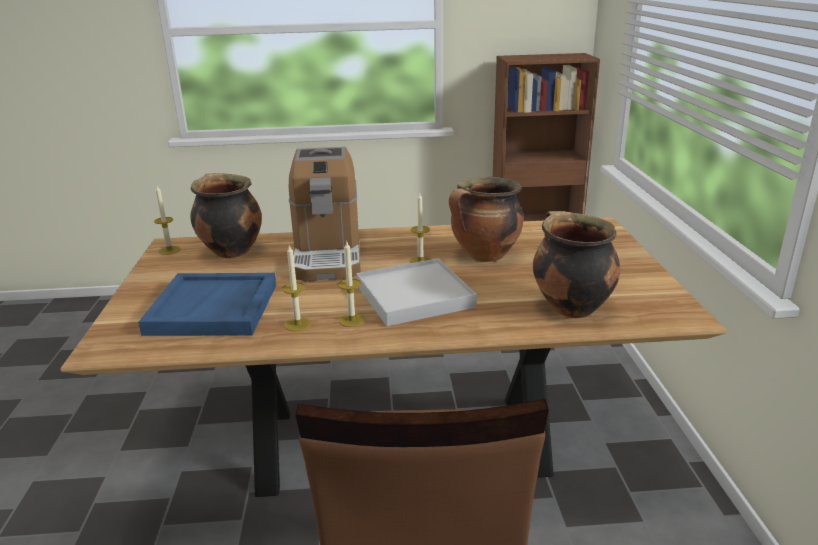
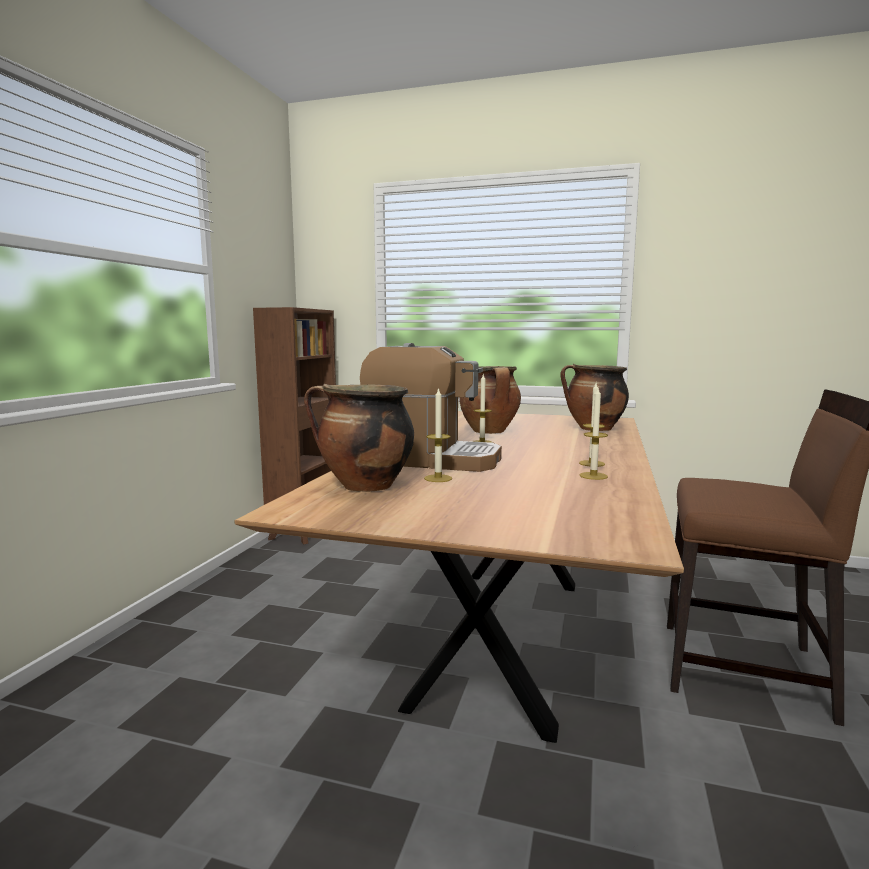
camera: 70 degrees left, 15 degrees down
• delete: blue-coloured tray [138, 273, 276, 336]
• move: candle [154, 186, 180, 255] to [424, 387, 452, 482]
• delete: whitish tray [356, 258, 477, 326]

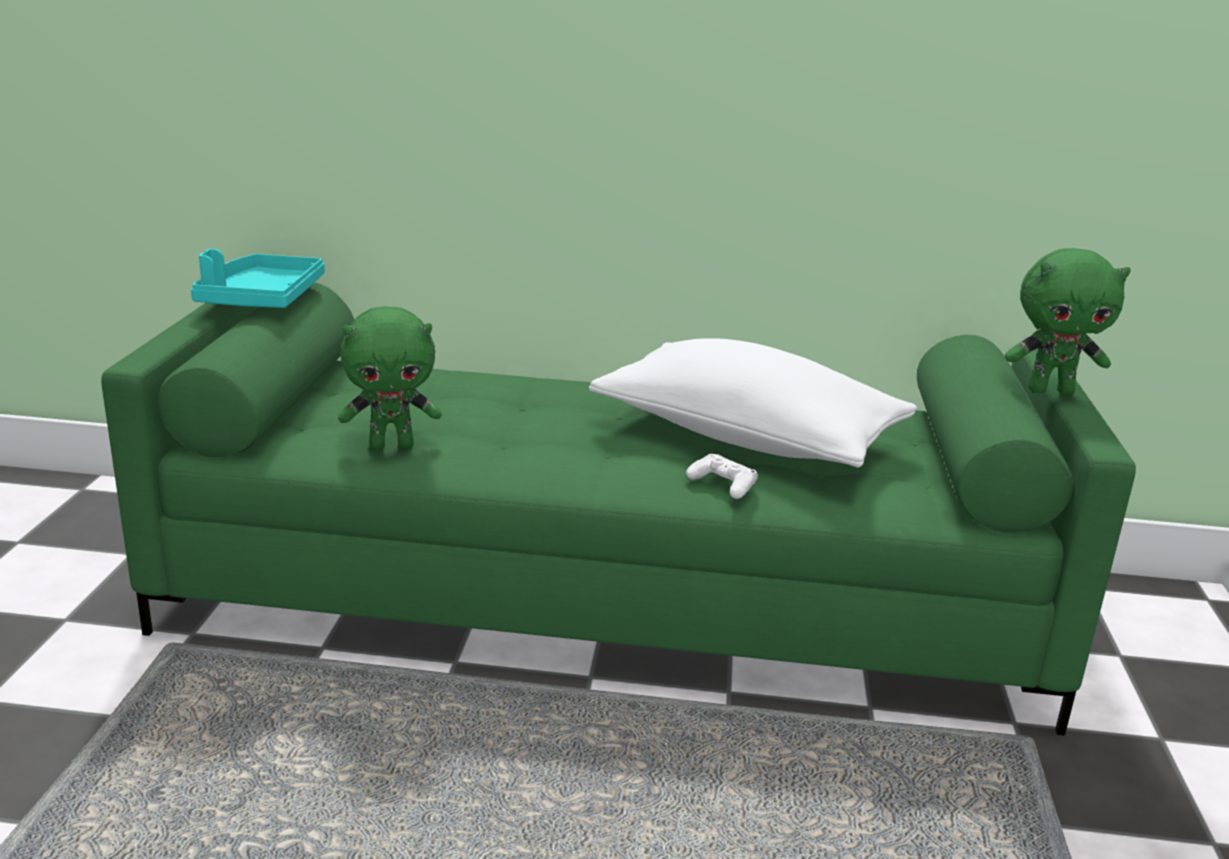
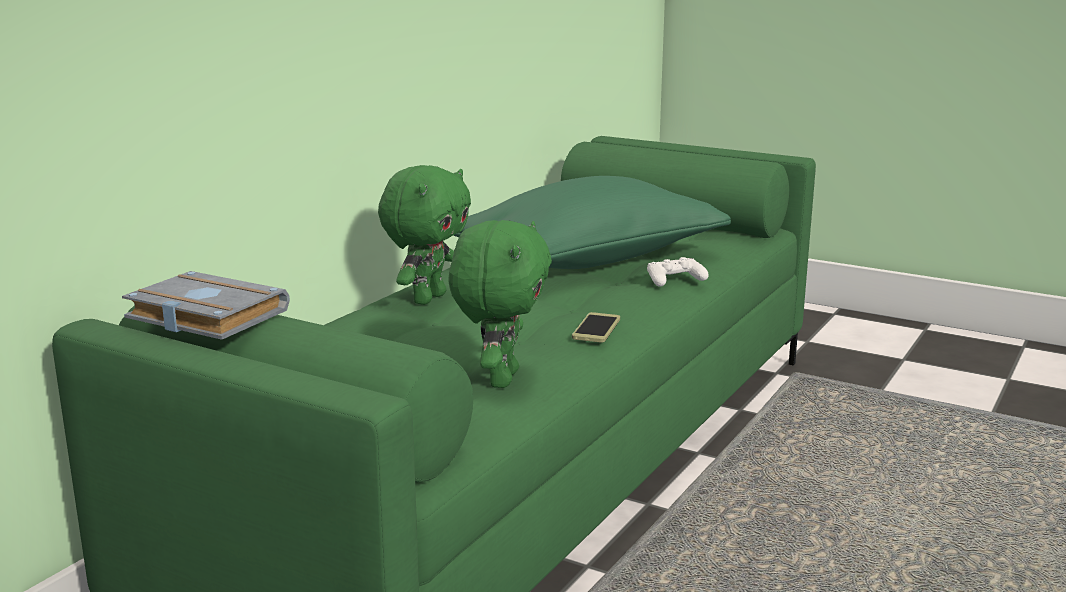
camera: 65 degrees left, 5 degrees down
• replace: turquoise tray [191, 249, 325, 308] to grey book [122, 271, 290, 340]
• recolor: whitish pillow [589, 338, 917, 468] to greenish pillow [454, 176, 731, 269]
• move: greenish soft toy [1005, 248, 1131, 395] to [378, 165, 471, 305]
• insert: phone [572, 312, 620, 343]

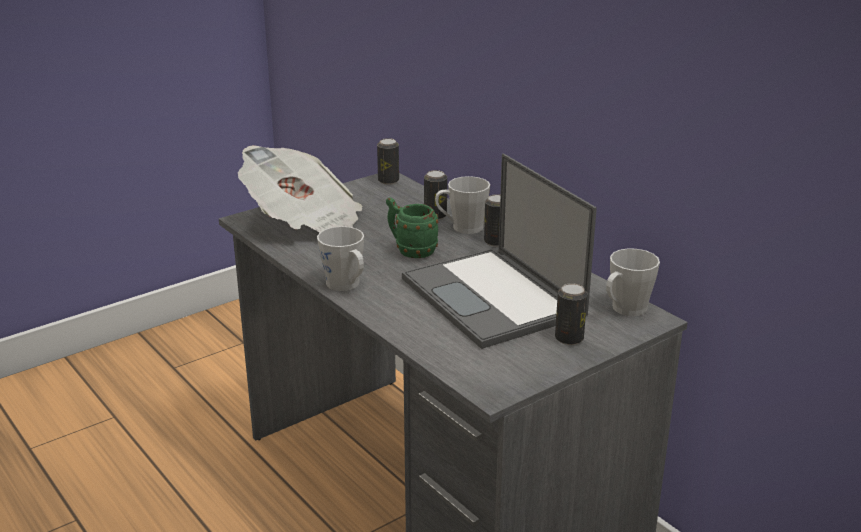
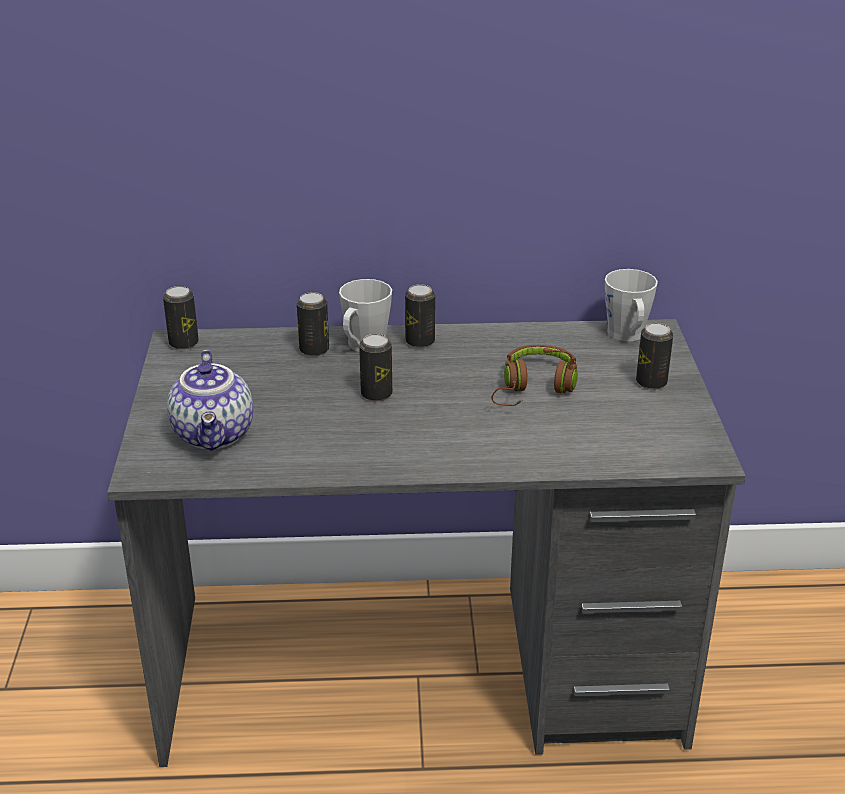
camera: 55 degrees left, 5 degrees up
• replace: newspaper [237, 145, 363, 233] to pot for tea [167, 350, 253, 450]
• delete: grey mug [317, 226, 364, 291]
• replace: greenish mug [386, 197, 438, 258] to can [359, 334, 392, 401]
• replace: portable computer [402, 153, 597, 349] to brownish headset [491, 345, 578, 406]

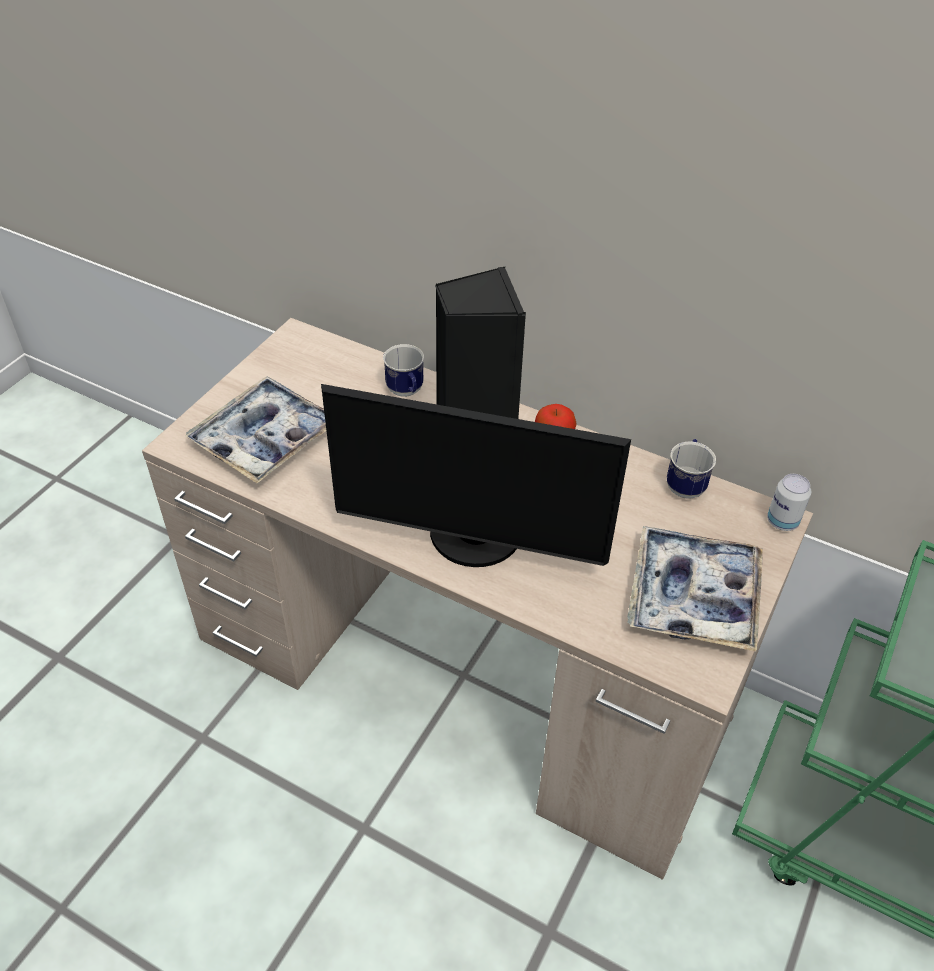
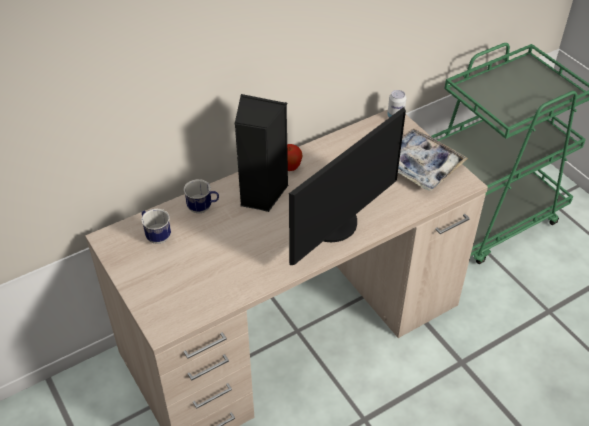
camera: 60 degrees left, 0 degrees up
• delete: tray [185, 376, 326, 483]
• move: mug [667, 439, 716, 499] to [141, 209, 171, 244]

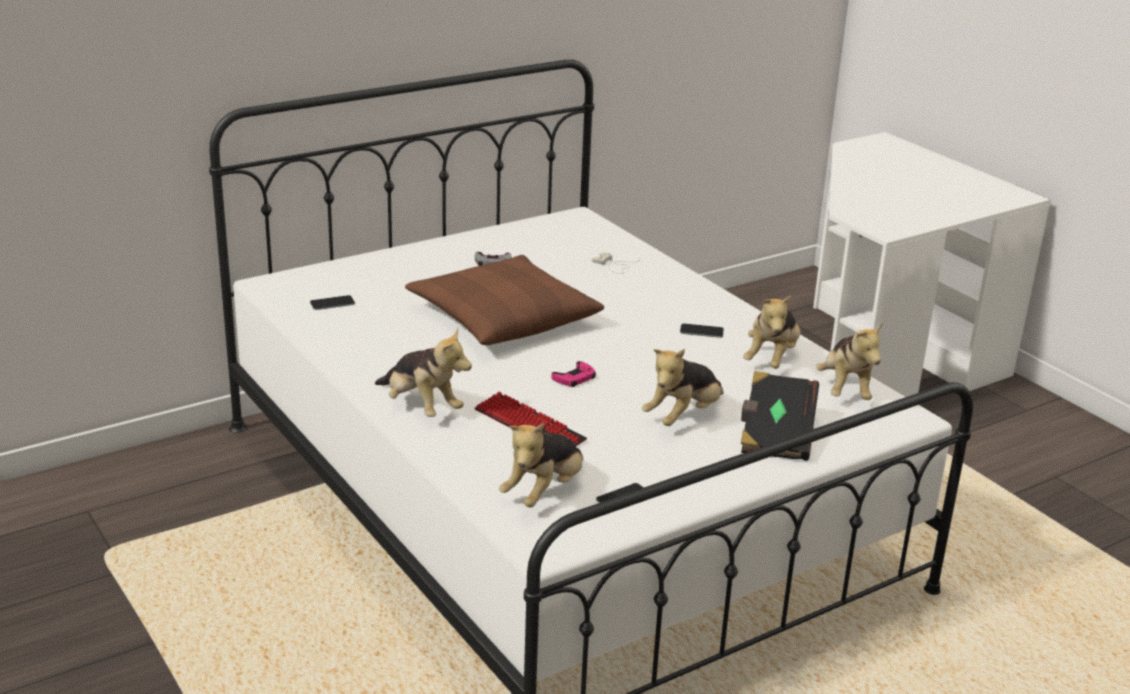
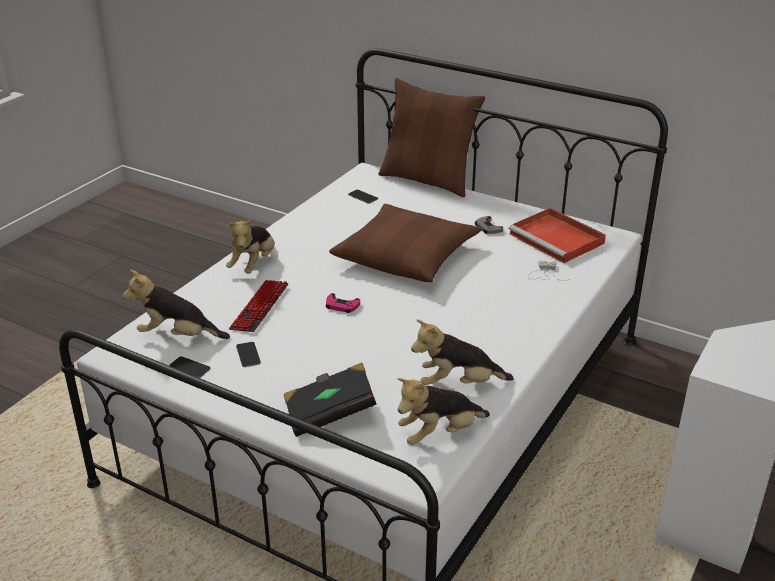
camera: 65 degrees right, 5 degrees up
• delete: soft toy [642, 349, 724, 426]
• move: phone [680, 323, 724, 338] to [236, 342, 261, 367]
• insert: brownish pillow [378, 78, 485, 197]
• insert: red tray [509, 208, 606, 263]

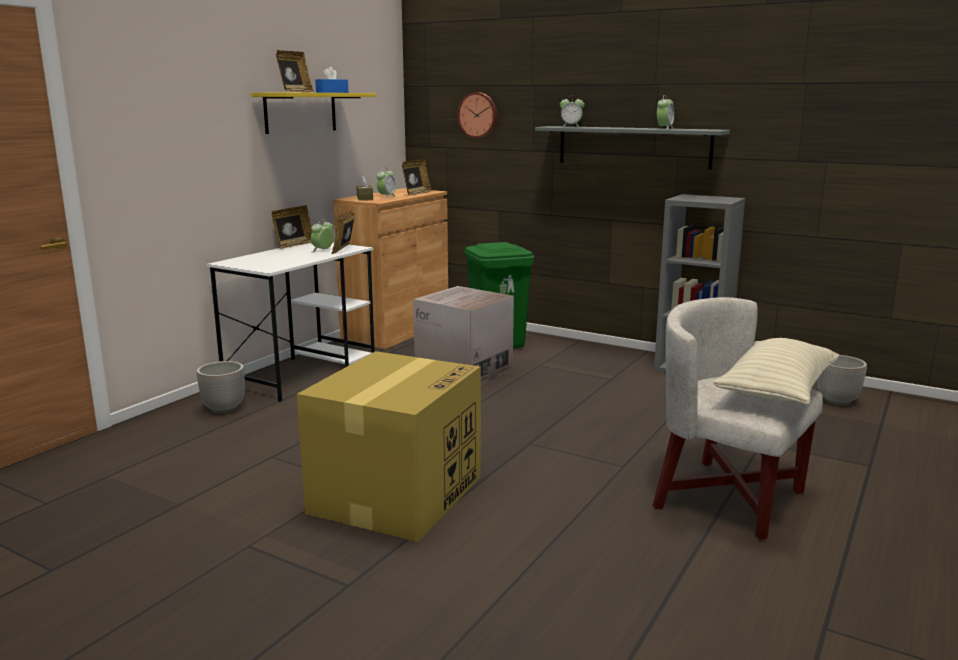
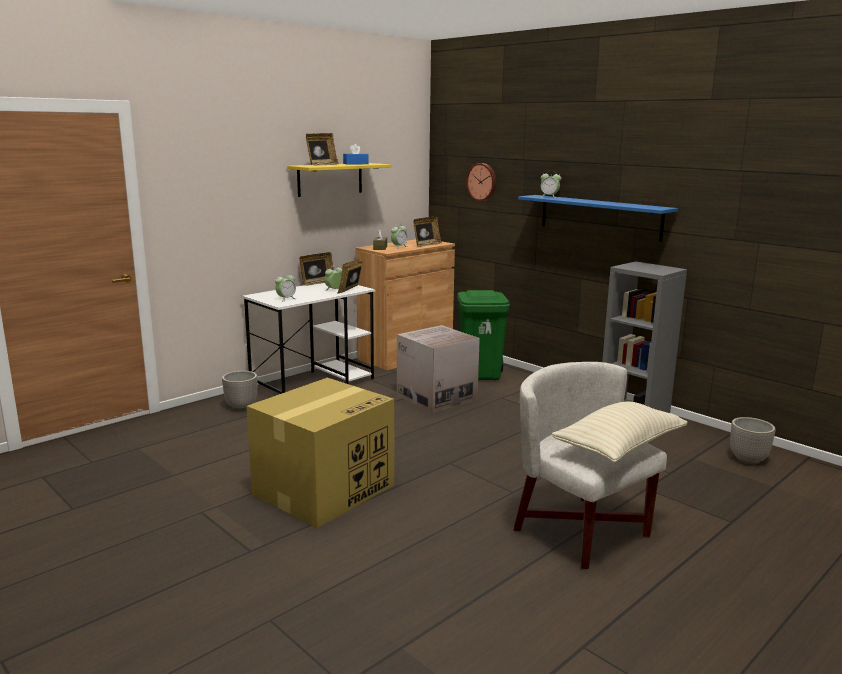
camera: 15 degrees right, 0 degrees up
• recolor: grey shelf [535, 126, 730, 170] to blue-coloured shelf [518, 195, 678, 242]
• move: alarm clock [657, 95, 674, 129] to [275, 272, 296, 302]

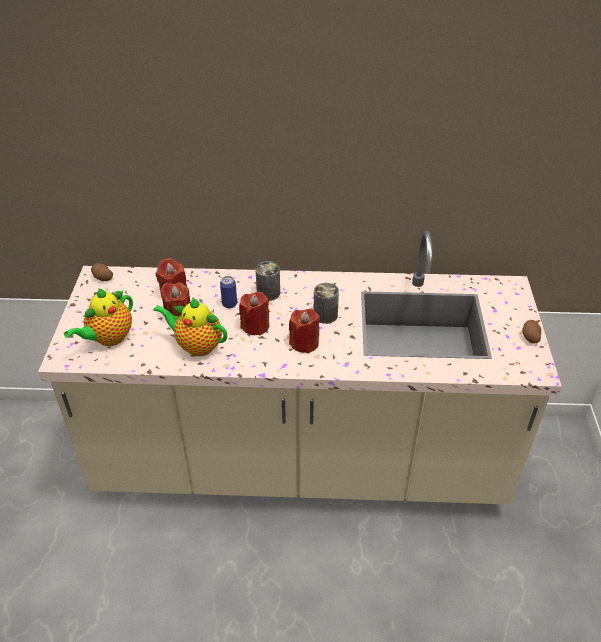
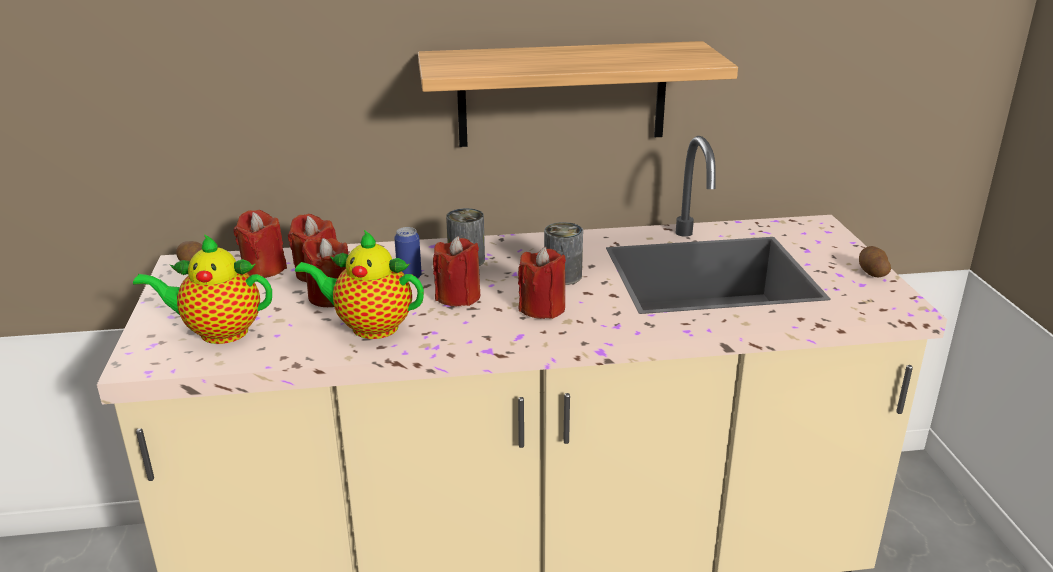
camera: 10 degrees left, 15 degrees down
• rotate: pot for tea [64, 289, 133, 346] = [133, 234, 272, 344] 60 degrees clockwise
• insert: red candle [233, 210, 287, 278]
• insert: shelf [418, 41, 738, 147]

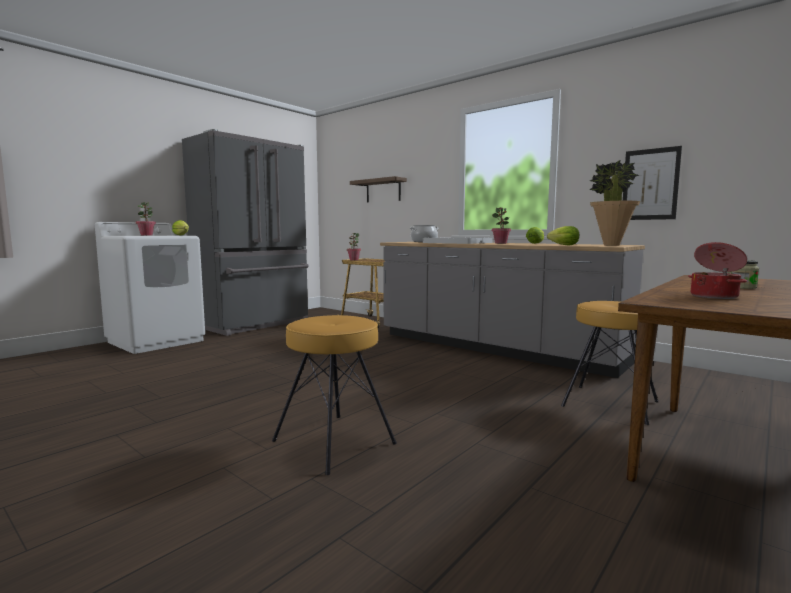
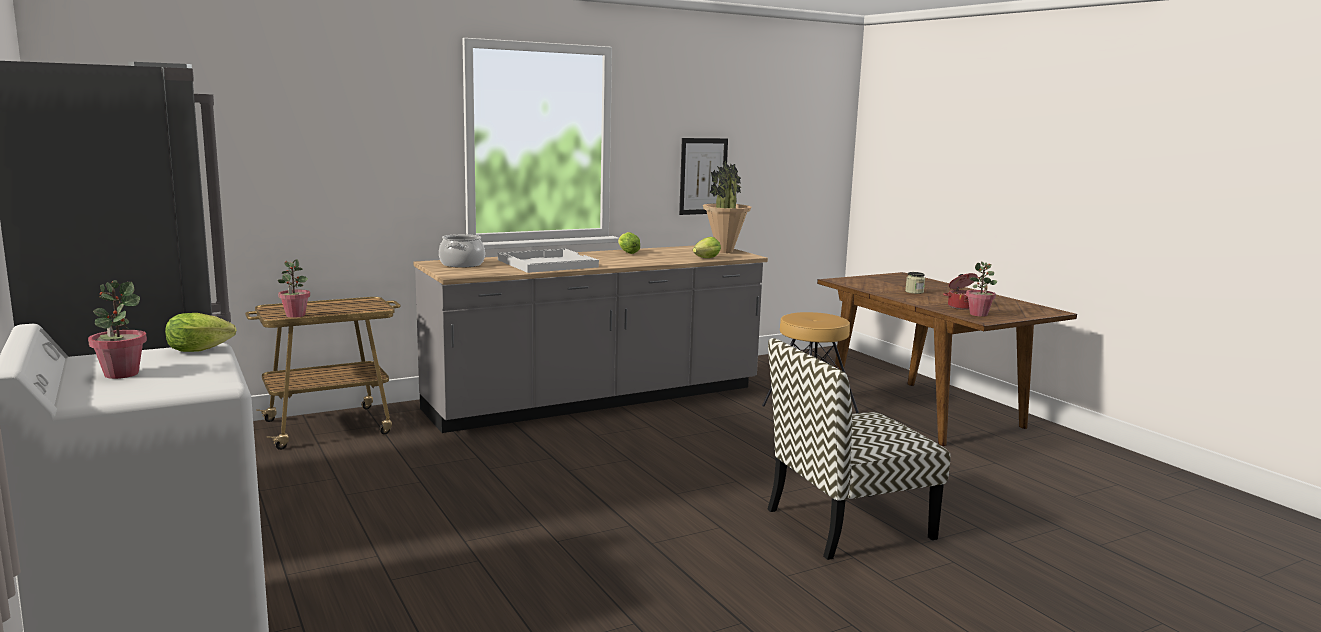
camera: 70 degrees left, 5 degrees up
• replace: brownish stool seat [272, 315, 397, 475] to plain chair [767, 338, 951, 560]
• delete: shelf [350, 176, 407, 203]
• move: plant in a pot [492, 207, 511, 244] to [966, 262, 997, 317]

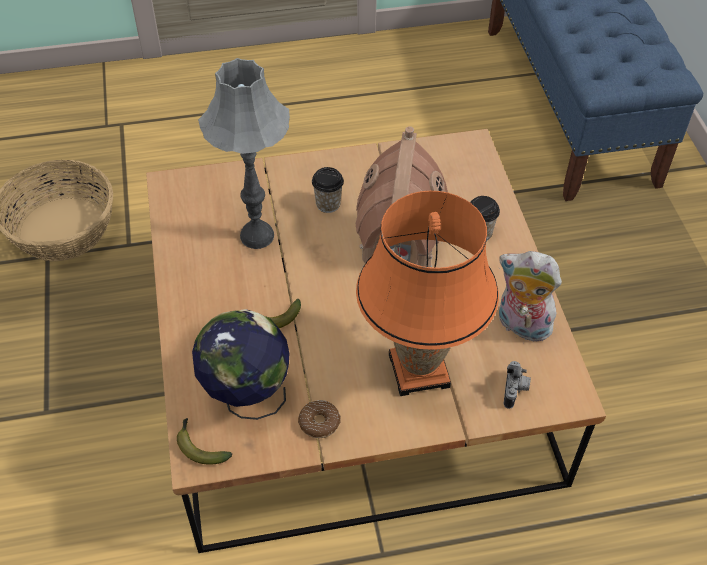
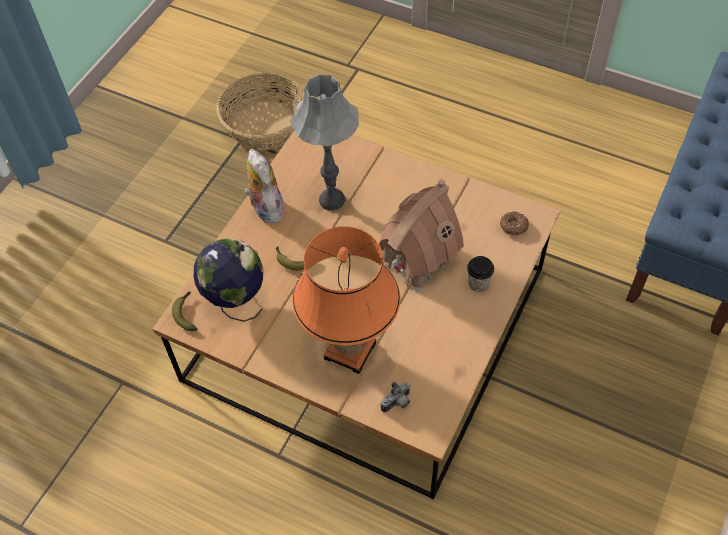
camera: 40 degrees right, 5 degrees up
• move: ring doughnut [298, 400, 341, 438] to [500, 211, 529, 236]
• delete: cup [312, 167, 344, 213]
• move: soft toy [499, 251, 562, 341] to [244, 149, 284, 223]

